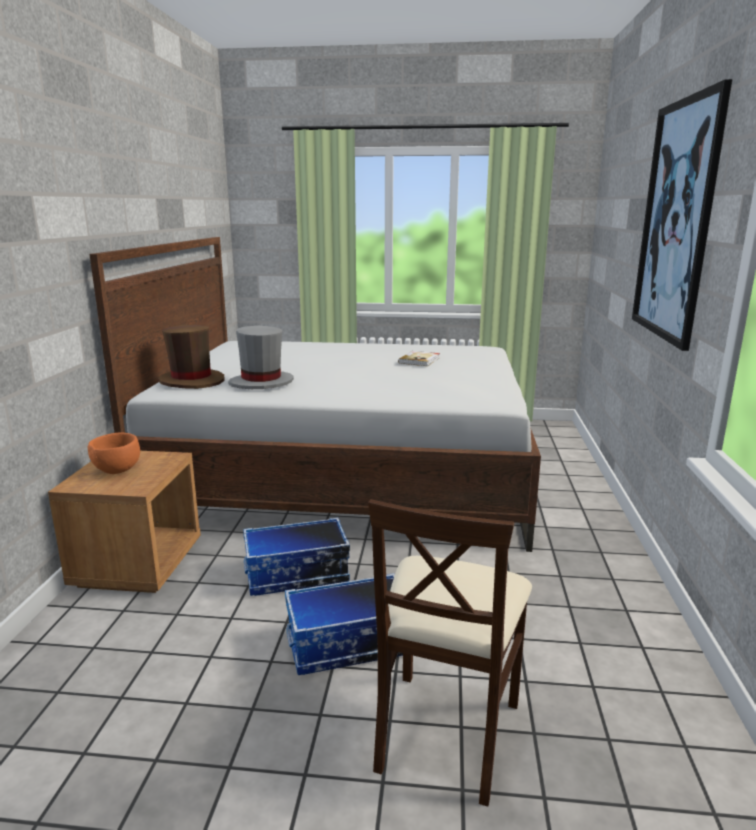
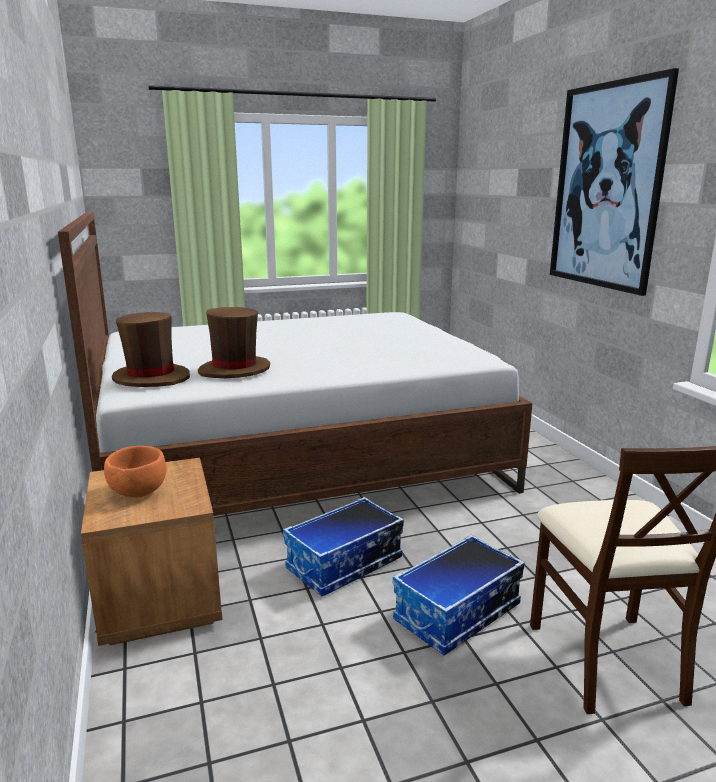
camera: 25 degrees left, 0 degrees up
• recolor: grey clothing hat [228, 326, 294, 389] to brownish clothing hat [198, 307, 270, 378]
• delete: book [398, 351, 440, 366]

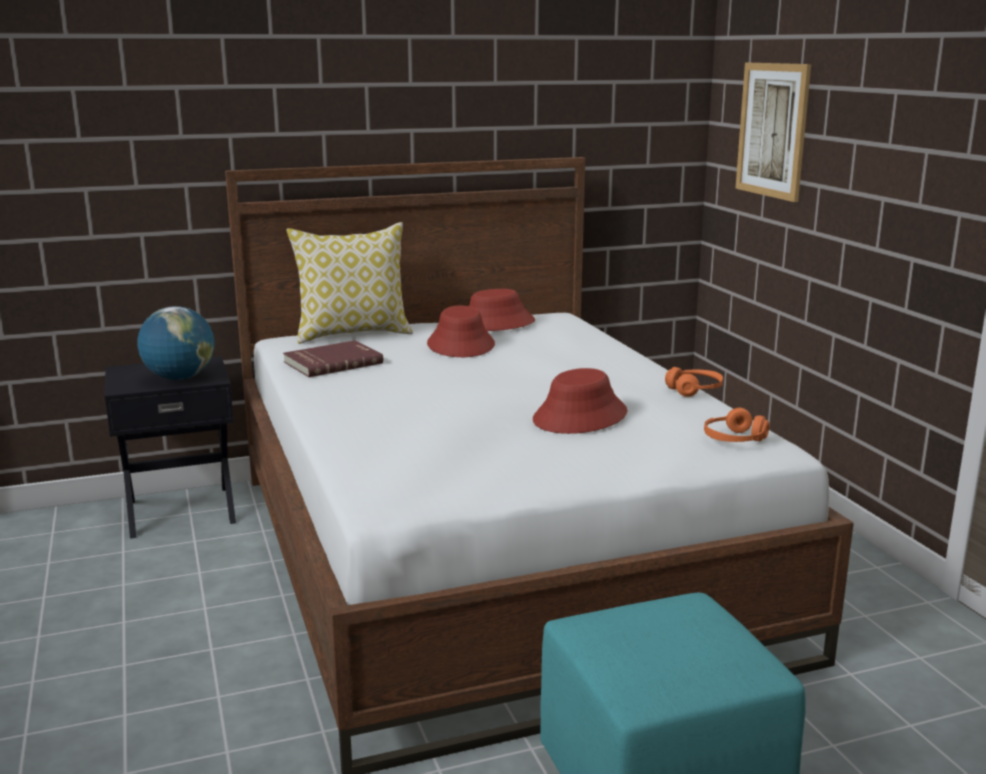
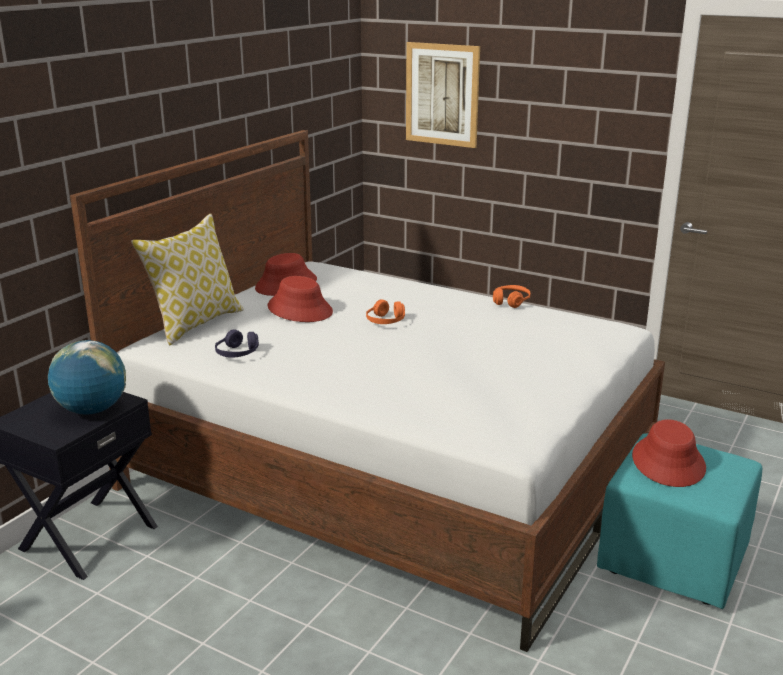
camera: 40 degrees left, 5 degrees up
• replace: red book [283, 340, 383, 377] to purple headset [215, 329, 259, 358]
• move: red clothing hat [533, 368, 627, 434] to [632, 419, 706, 487]
• move: orange-coloured headset [704, 408, 769, 442] to [366, 299, 405, 324]

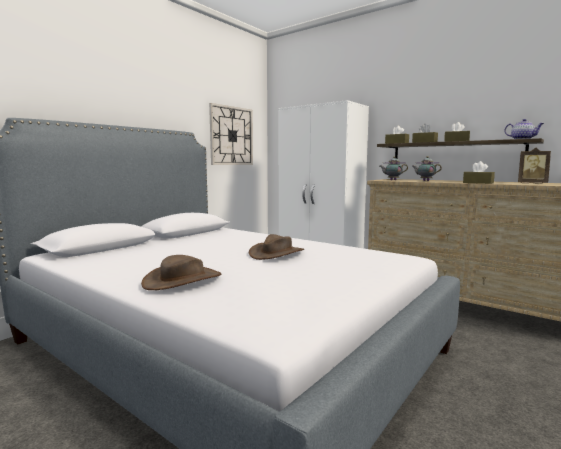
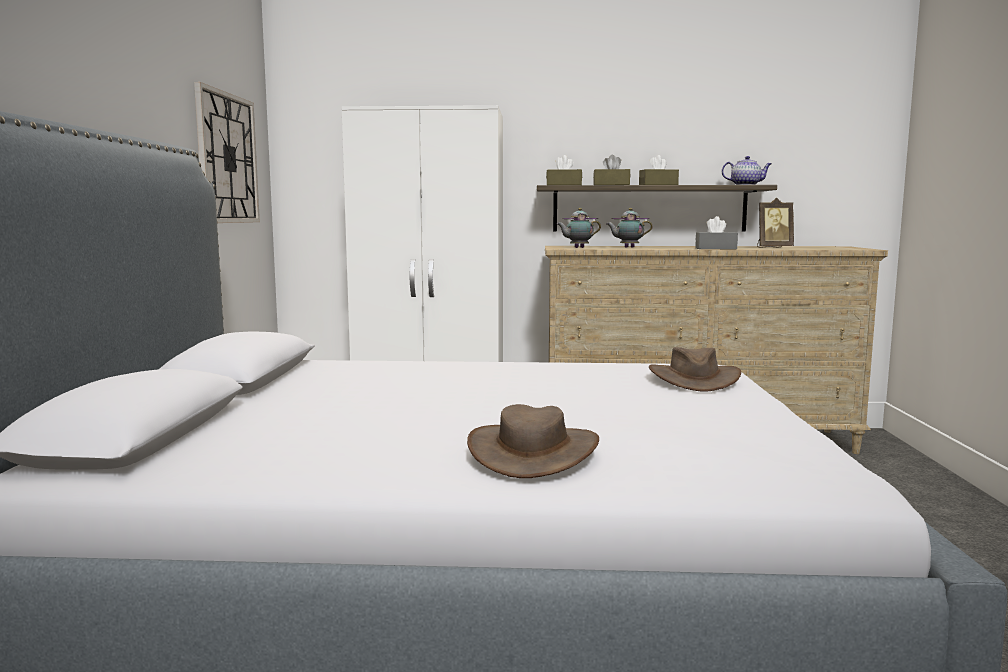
camera: 35 degrees left, 0 degrees up
• move: brownish clothing hat [249, 234, 304, 260] to [649, 347, 741, 392]
• recolor: brownish tissue holder [463, 161, 495, 184] to grey tissue holder [695, 216, 738, 249]

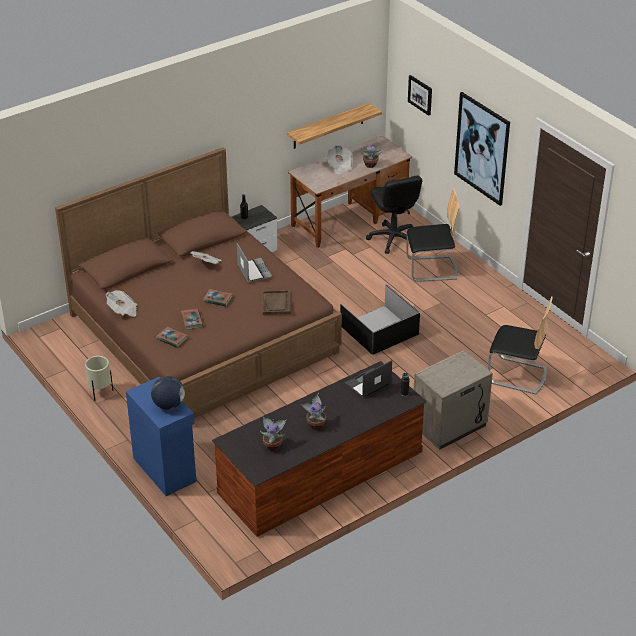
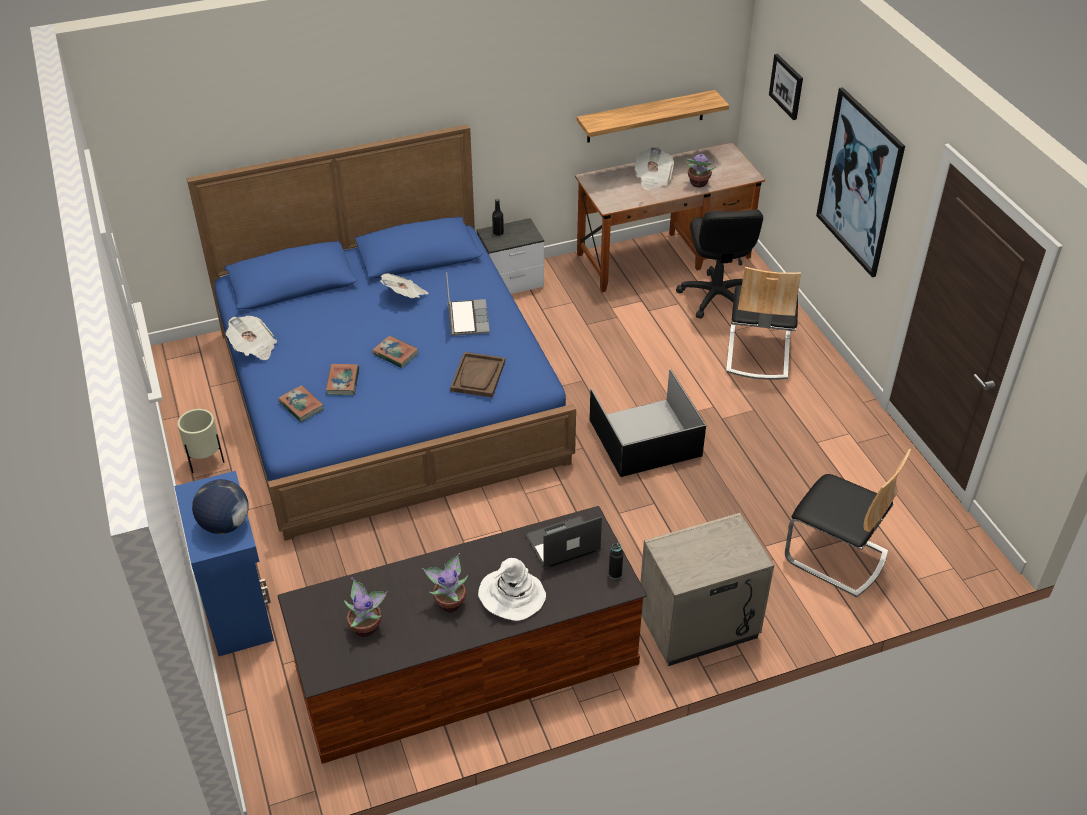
camera: 15 degrees right, 5 degrees up
• recolor: brownish bedroom bed [55, 147, 342, 418] to blue-coloured bedroom bed [187, 124, 576, 541]
• rotate: plain chair [407, 188, 460, 282] = [726, 267, 801, 380] 90 degrees clockwise
• insert: whitish clothing hat [478, 558, 546, 621]

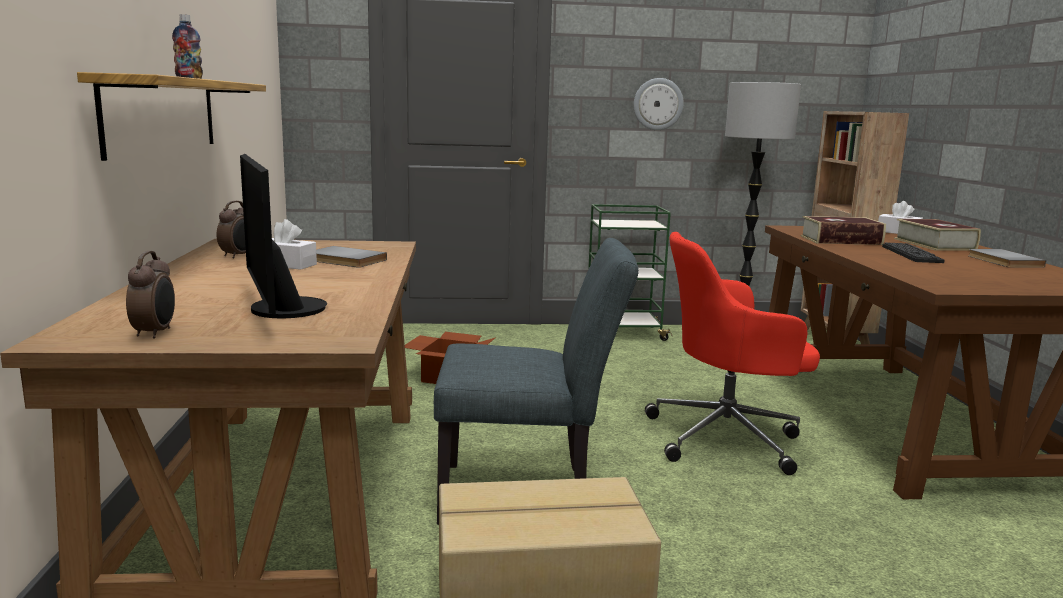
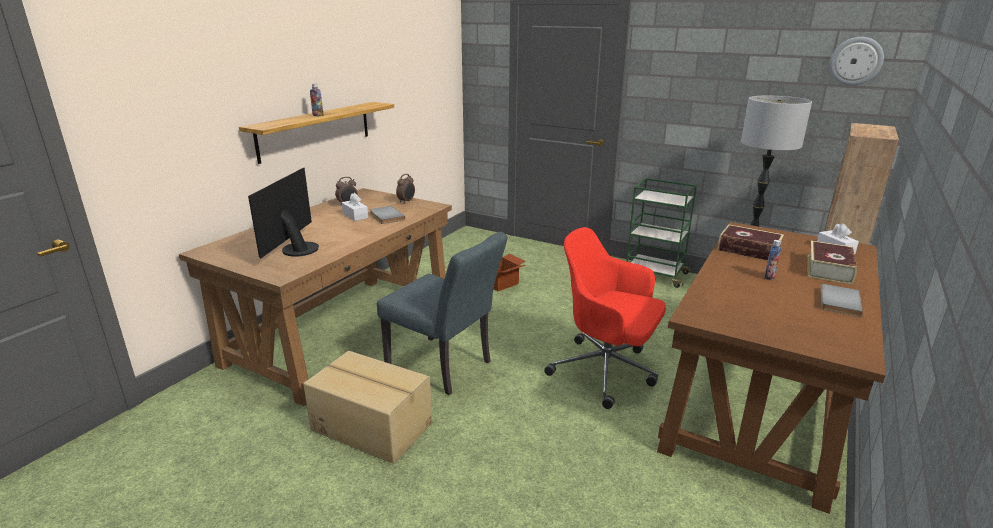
camera: 35 degrees right, 10 degrees up
• move: alarm clock [126, 251, 175, 338] to [396, 174, 415, 204]
• move: hanging clock [633, 78, 684, 130] to [829, 37, 884, 85]
• replace: PC keyboard [882, 242, 945, 263] to bottle [764, 240, 781, 280]

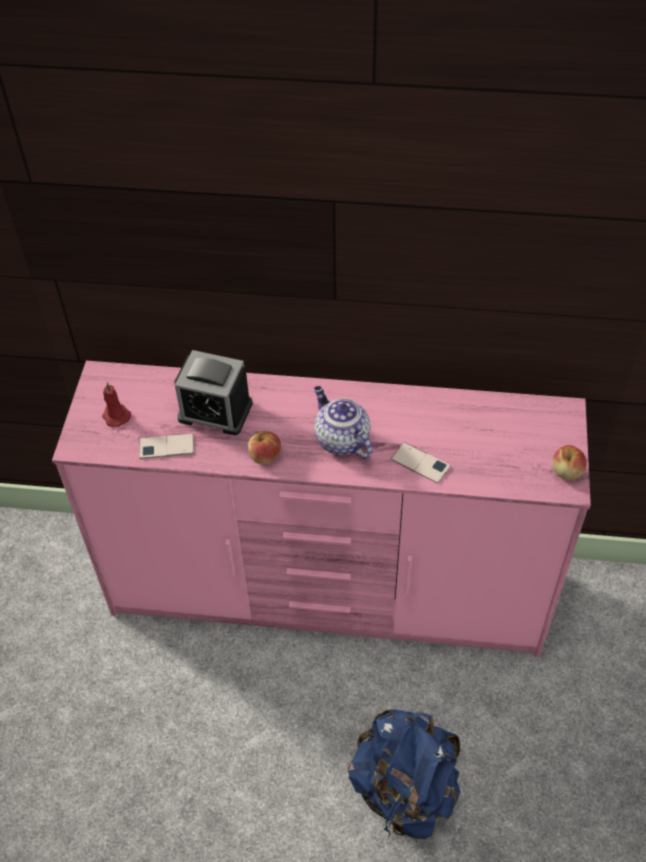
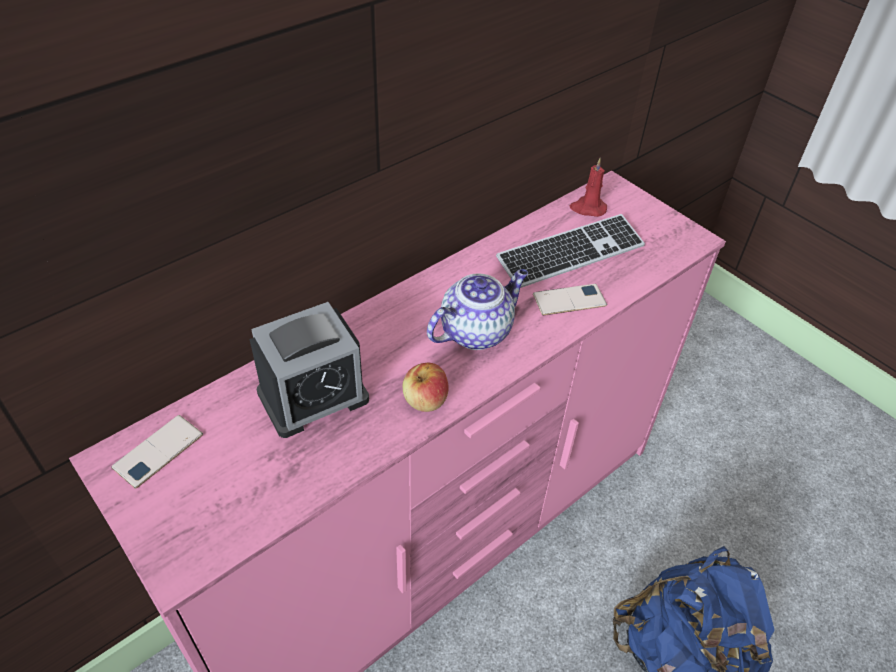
camera: 50 degrees left, 5 degrees down
• move: red candle [102, 382, 131, 427] to [570, 158, 607, 217]
• move: phone [139, 434, 194, 459] to [111, 415, 203, 489]
• rotate: pot for tea [314, 386, 372, 459] = [427, 269, 528, 350] 135 degrees clockwise
• delete: apple fruit [552, 445, 587, 480]
• insert: PC keyboard [496, 214, 645, 288]

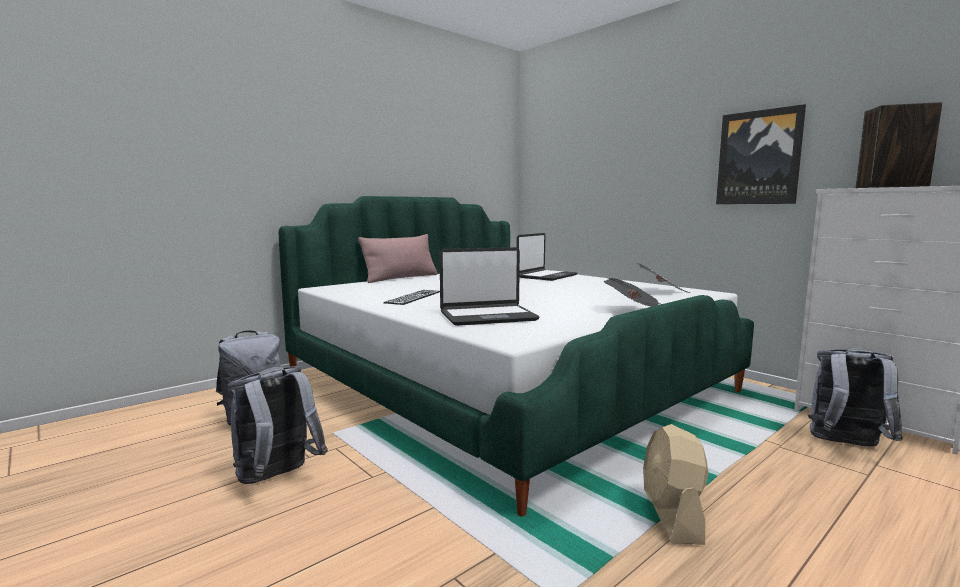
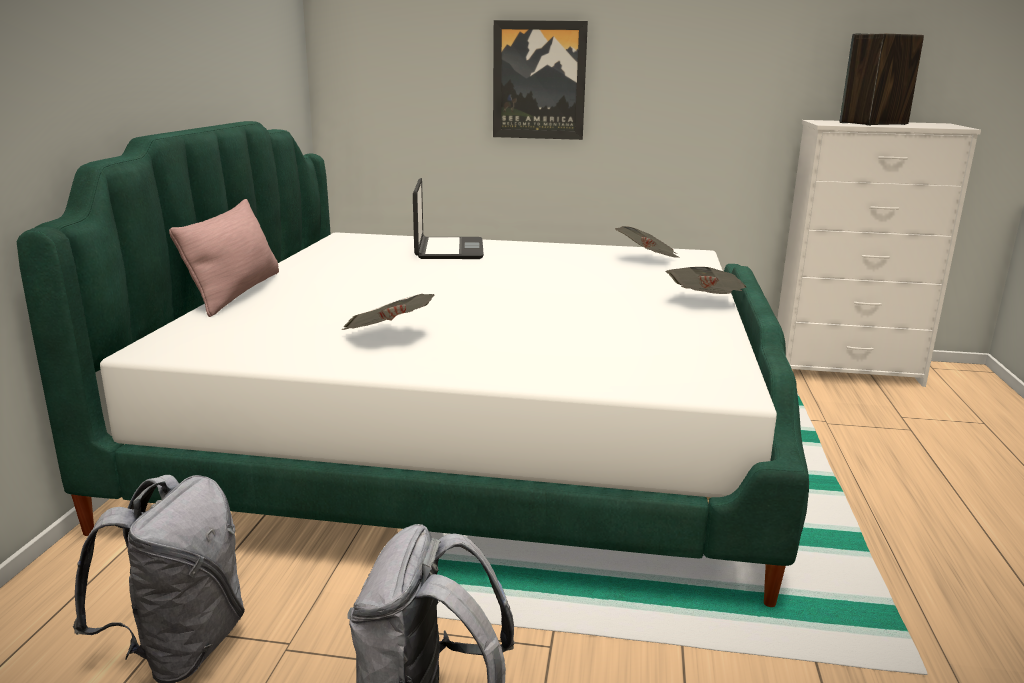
camera: 40 degrees left, 10 degrees up
• replace: PC keyboard [383, 290, 440, 305] to newspaper [342, 294, 435, 330]
• delete: portable computer [440, 247, 539, 326]
• delete: sand-coloured cooling fan [643, 424, 708, 545]
• move: wall picture [716, 104, 806, 204] to [493, 20, 588, 140]
• delete: grey backpack [808, 348, 903, 447]

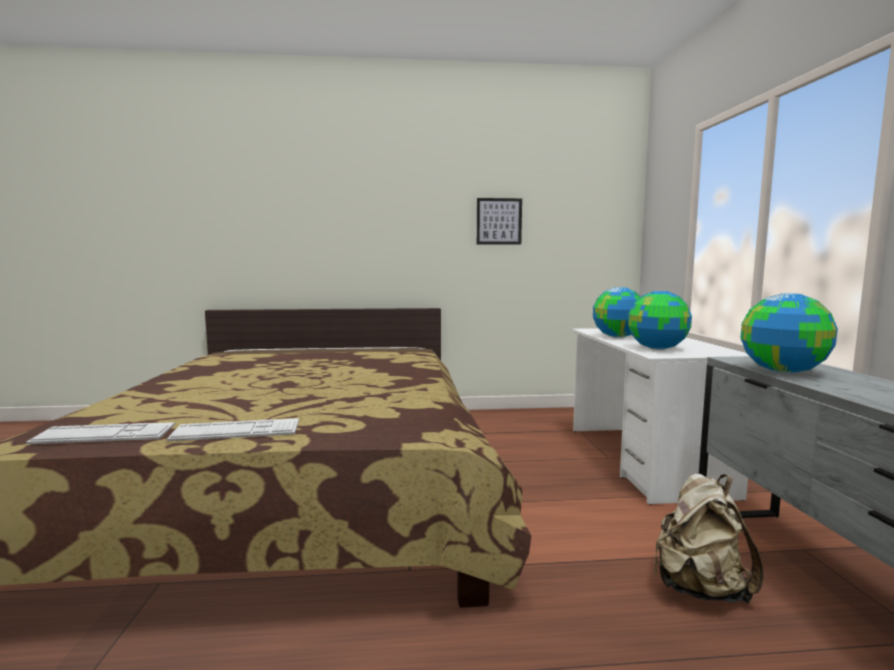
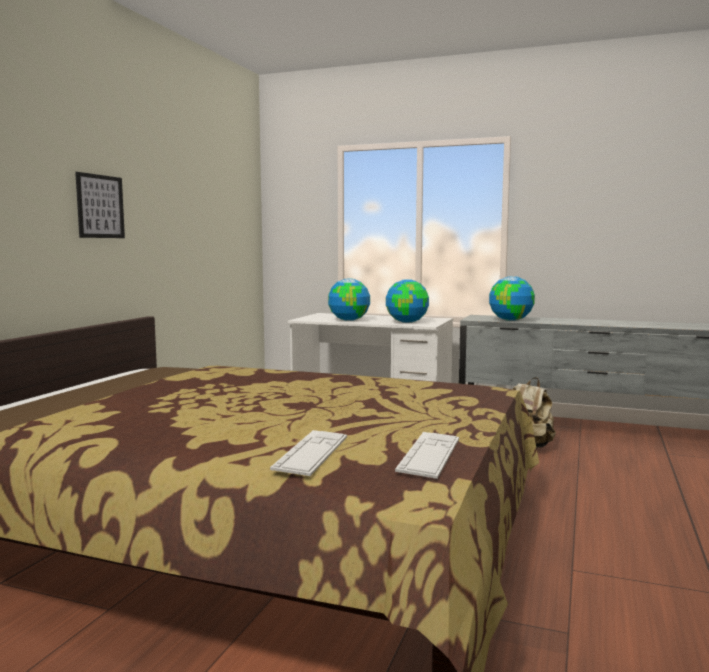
camera: 65 degrees left, 0 degrees up
• move: PC keyboard [167, 418, 299, 441] to [270, 430, 347, 476]
• move: wall picture [477, 198, 522, 245] to [75, 172, 125, 238]

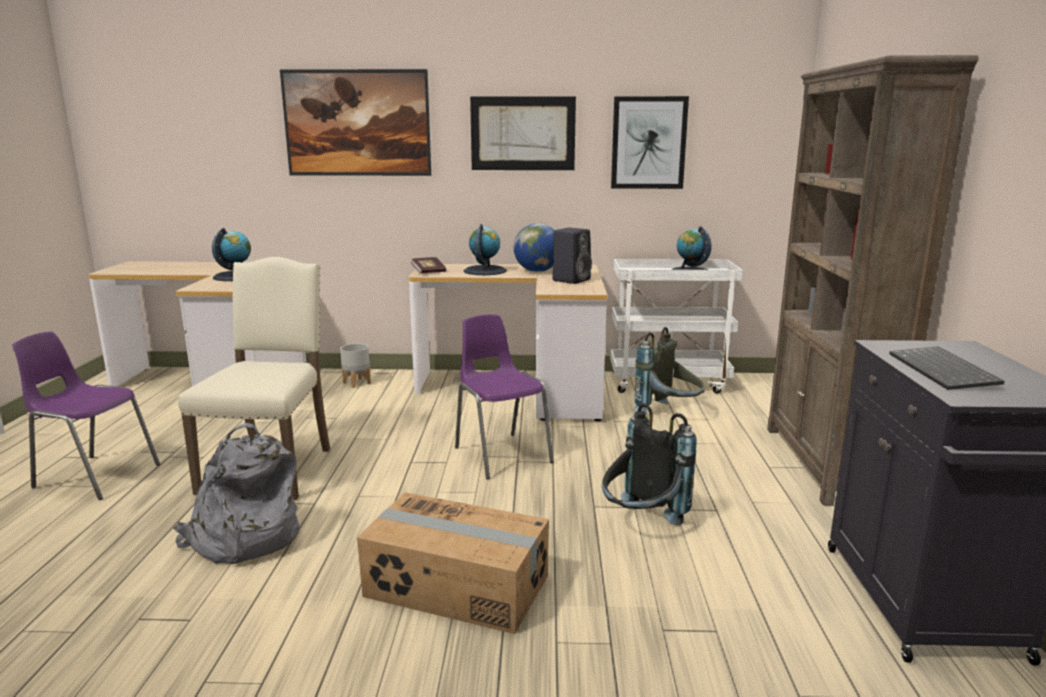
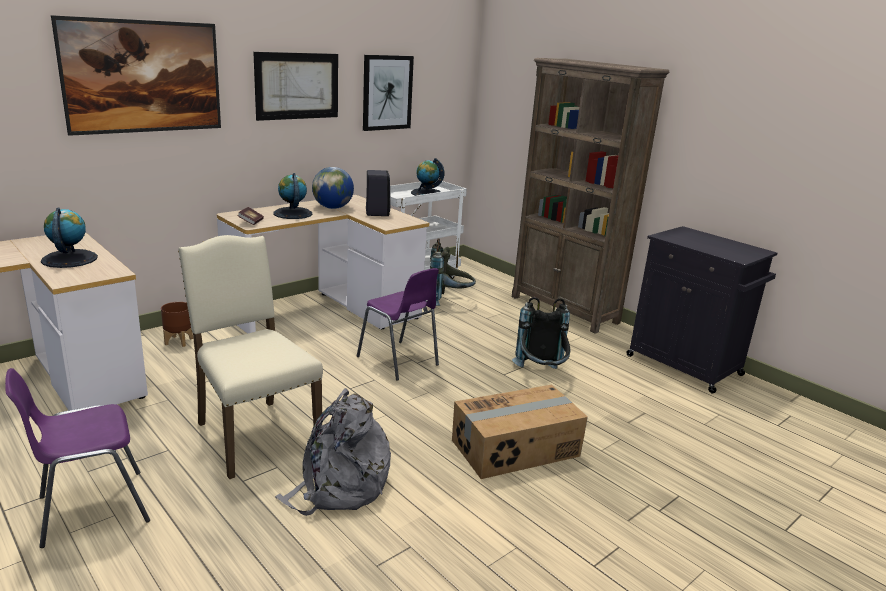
camera: 45 degrees left, 5 degrees up
• recolor: grey flower pot [340, 343, 371, 388] to brownish flower pot [161, 302, 193, 347]
• rotate: purple plain chair [455, 314, 554, 479] = [357, 268, 439, 381] 150 degrees counterclockwise
• delete: PC keyboard [889, 346, 1004, 390]

